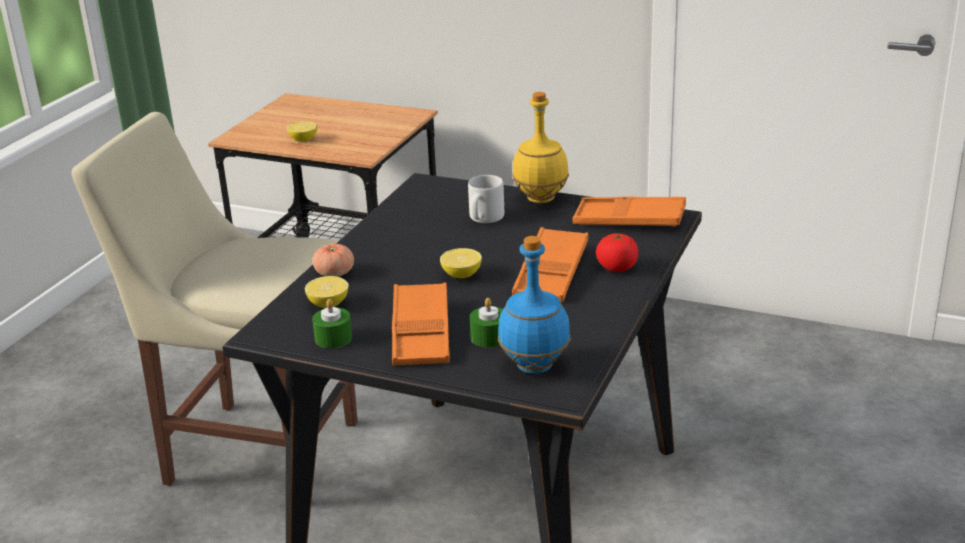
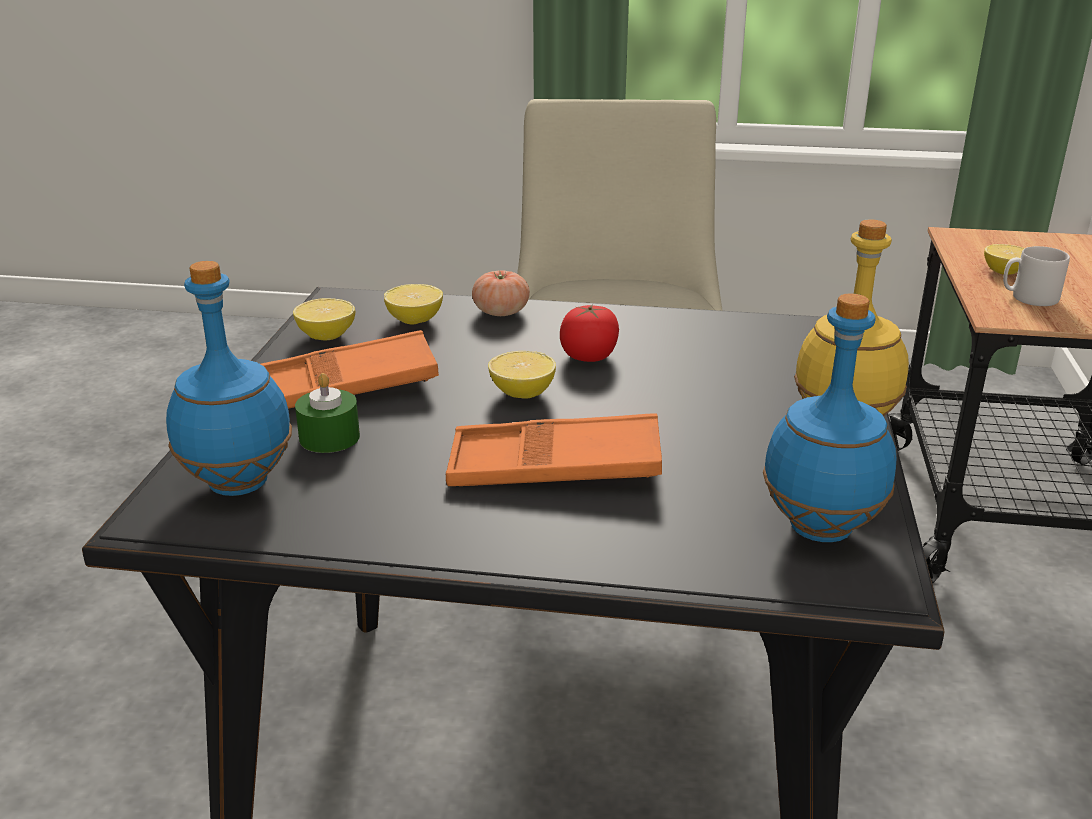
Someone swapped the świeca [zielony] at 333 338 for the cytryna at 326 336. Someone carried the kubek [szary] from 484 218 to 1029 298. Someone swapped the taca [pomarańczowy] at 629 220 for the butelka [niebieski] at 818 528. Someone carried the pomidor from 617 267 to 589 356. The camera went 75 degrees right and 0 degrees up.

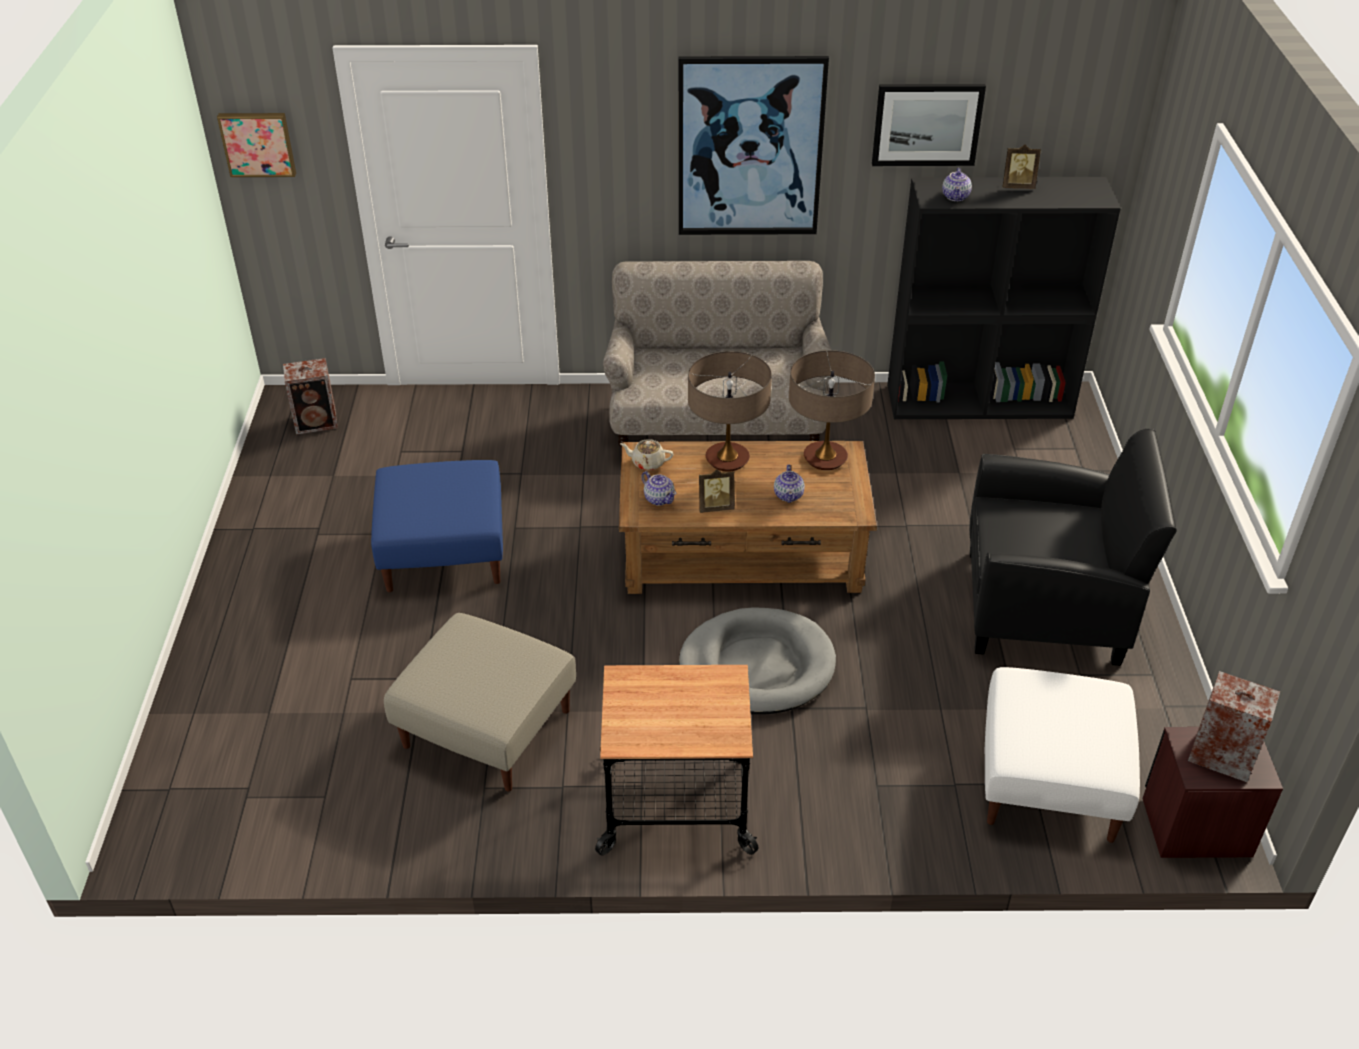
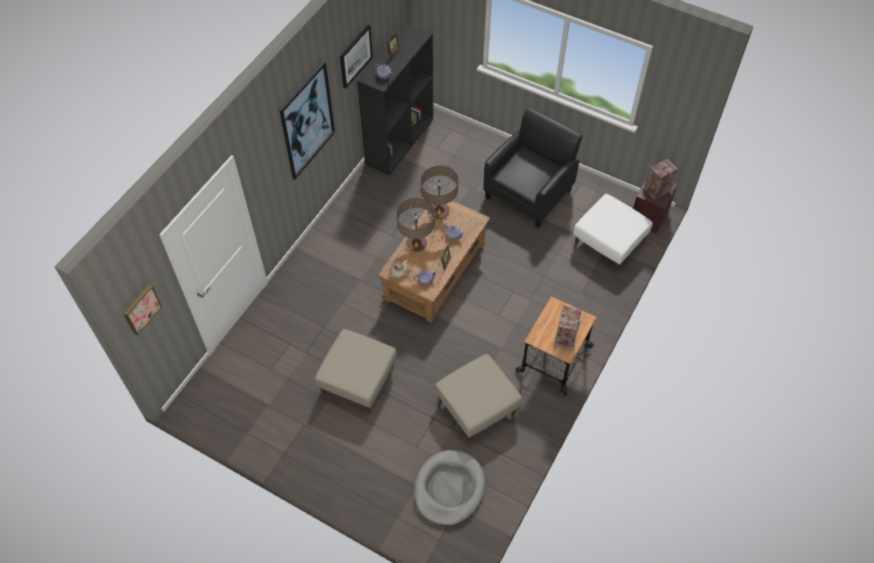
Someone carried the głośnik from 317 422 to 565 336. Someone repainted the pufa [niebieski] at 443 553, which became the pufa [beżowy] at 358 380. Someone took away the kanapa [beżowy] at 717 426. Someone carried the legowisko [szary] from 756 666 to 449 489. The camera went 60 degrees left and 15 degrees up.

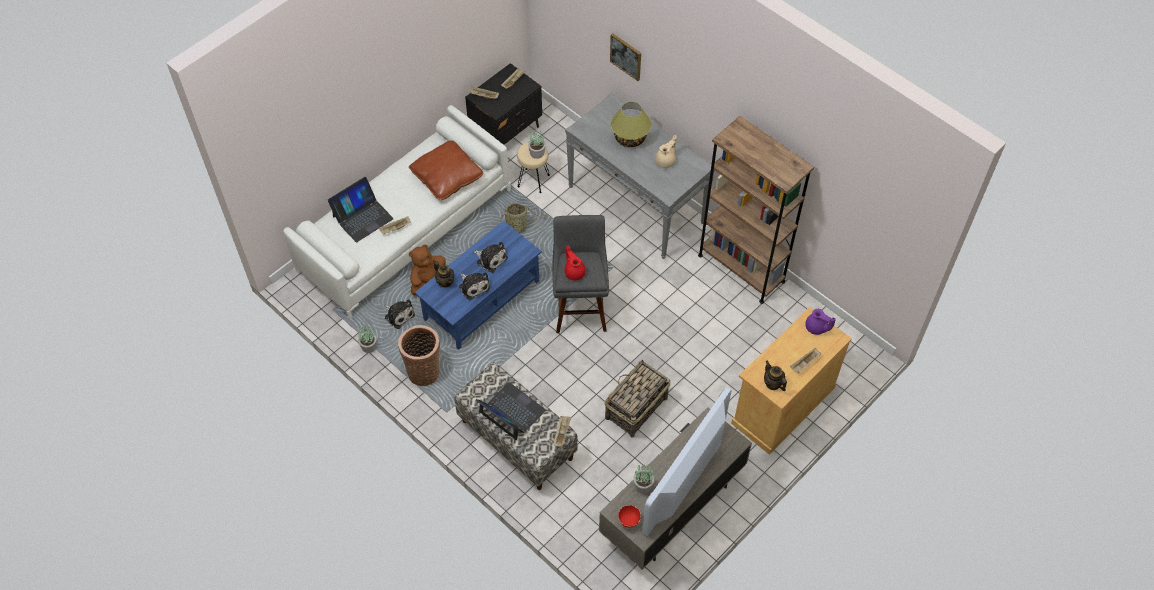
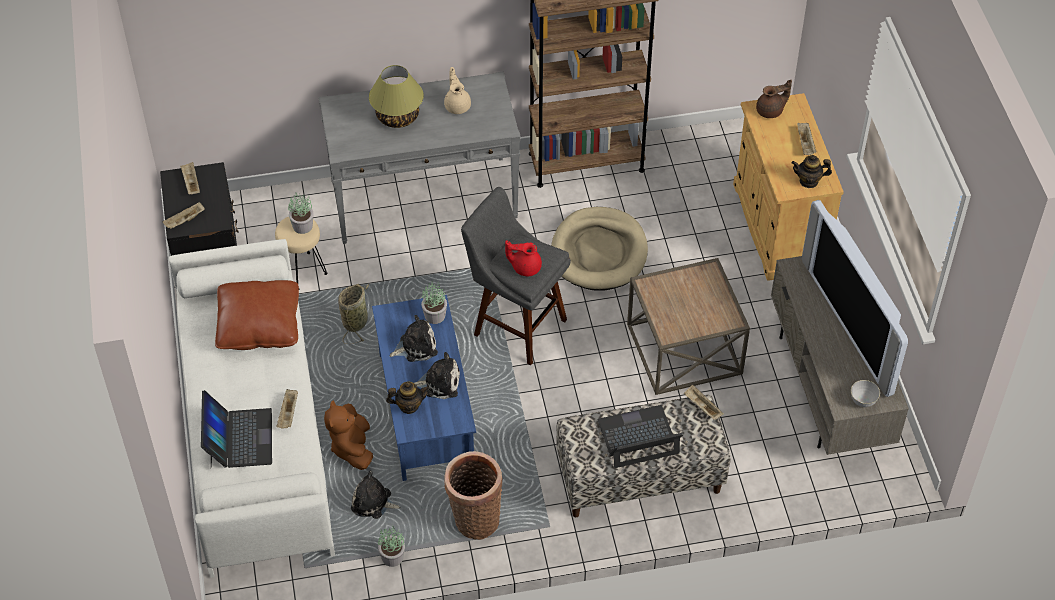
Someone rotated the pluszak at 398 315 by 150 degrees counterclockwise. Someone swapped the koszyk at 635 408 for the stolik [brązowy] at 685 349. Someone took away the obraz at 626 56. Someone repainted the miska [czerwony] at 629 520, which became the miska [szary] at 863 401. Someone carried the roślina doniczkowa from 643 485 to 434 315. Someone repainted the imbryk [fioletowy] at 816 328, which became the imbryk [brązowy] at 771 111. Someone put down the legowisko [beżowy] at 599 252. The camera went 55 degrees left and 5 degrees down.

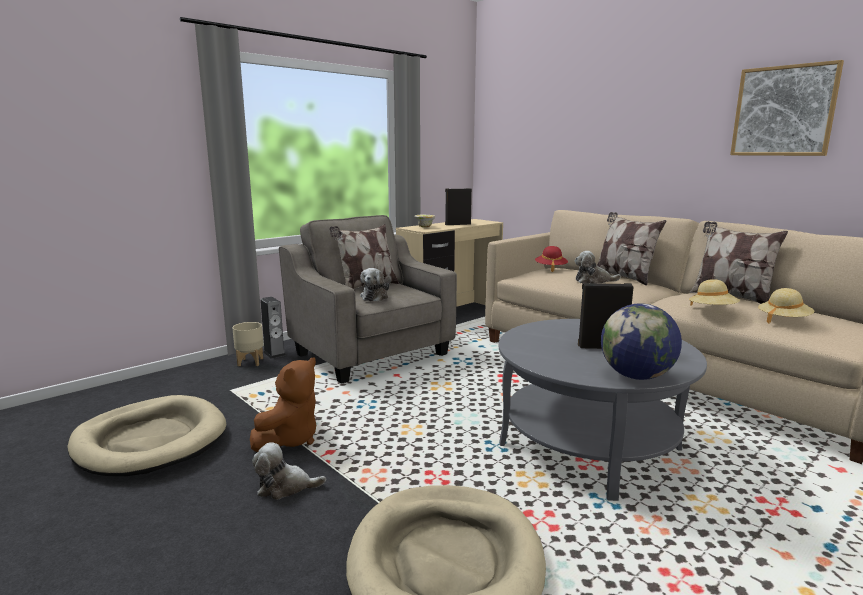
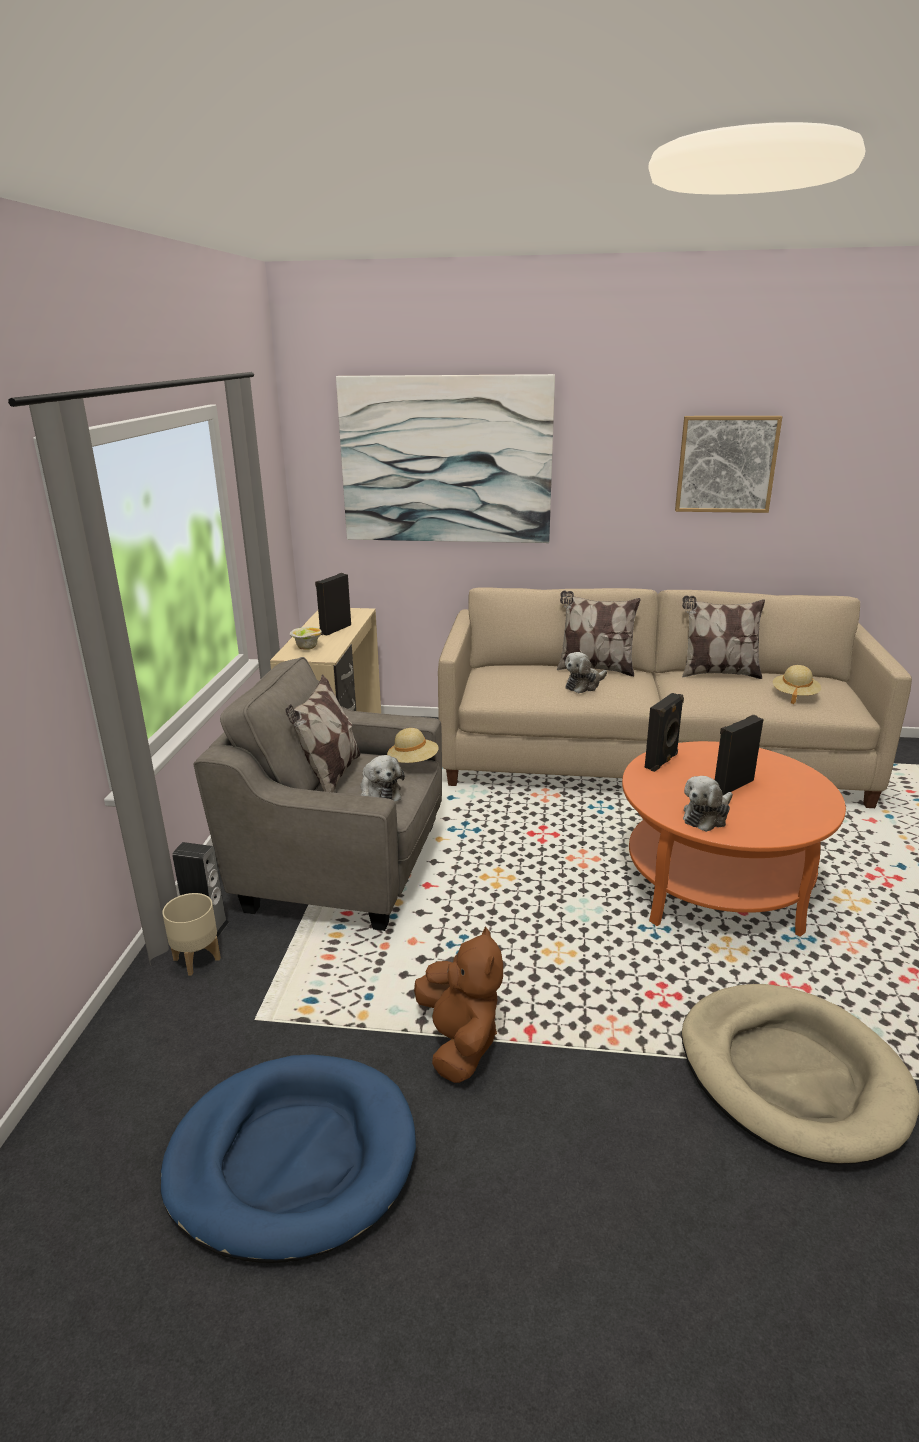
Someone repainted the legowisko [beżowy] at 150 440, which became the legowisko [niebieski] at 292 1158. Someone carried the pluszak from 285 487 to 707 816. Someone repainted the ława [szary] at 589 446, which became the ława [pomarańczowy] at 716 886. Someone took away the kapelusz [czerwony] at 550 268. Someone took away the globus at 636 376. Someone carried the kapelusz [beżowy] from 712 310 to 413 762. Someone put up the obraz at 446 460. Someone put down the głośnik [czarny] at 662 761. The camera went 40 degrees left and 10 degrees up.

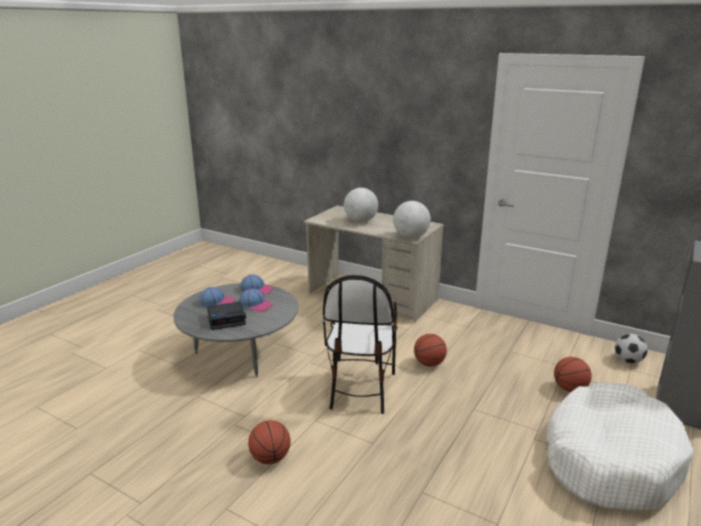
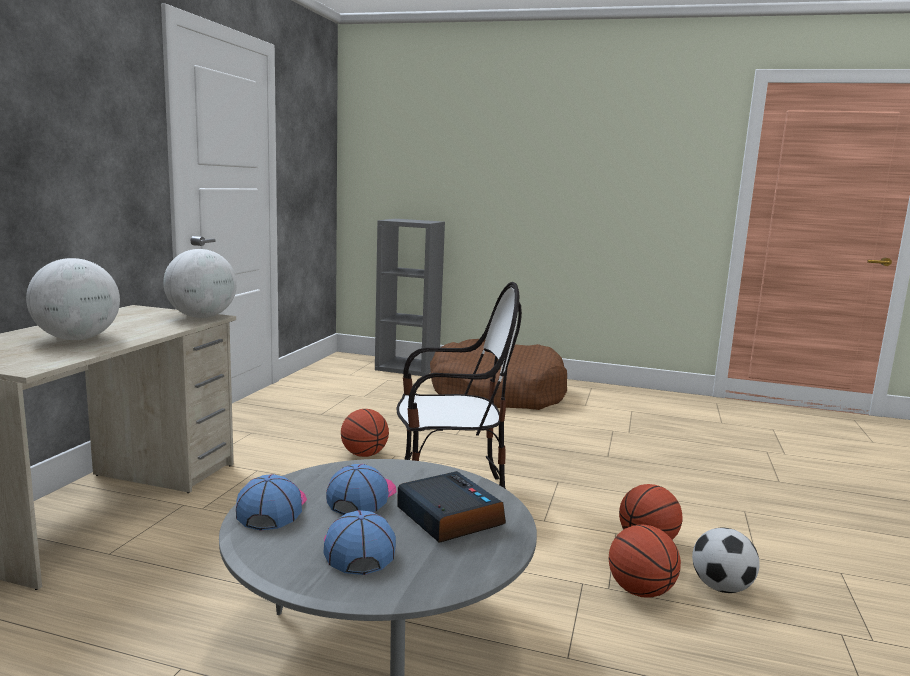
Someone repainted the legowisko [biały] at 610 459, which became the legowisko [brązowy] at 496 393. Someone carried the piłka do koszykówki from 569 389 to 640 591. Someone carried the piłka futbolowa from 628 361 to 721 587. The camera went 105 degrees left and 10 degrees down.

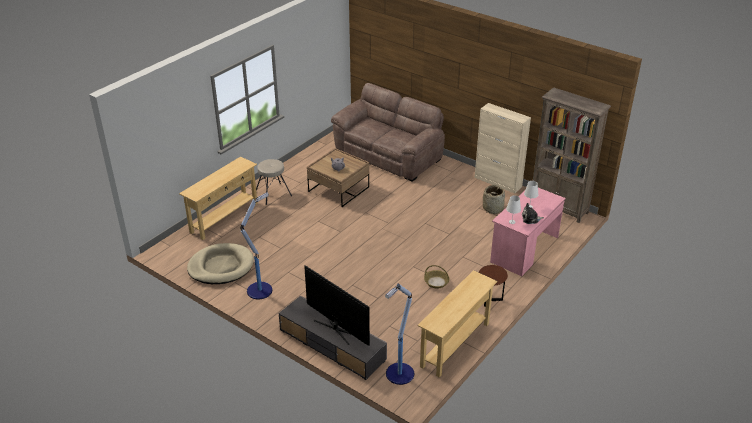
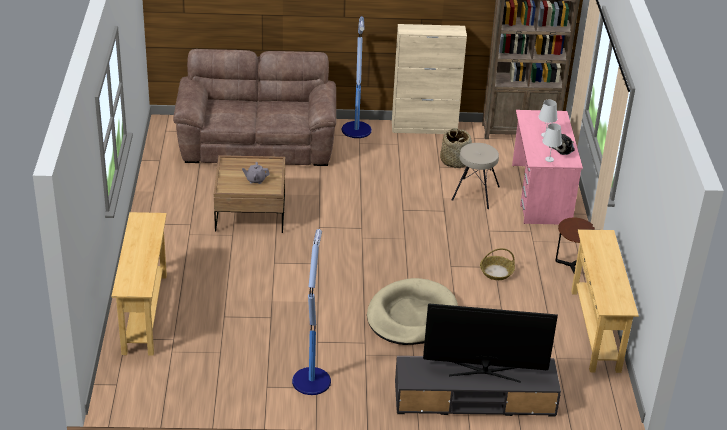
Someone carried the legowisko [beżowy] from 221 266 to 411 316. Someone carried the stołek [beżowy] from 273 193 to 475 193. Someone carried the lampa stojąca from 399 374 to 356 130. The camera went 40 degrees left and 0 degrees up.

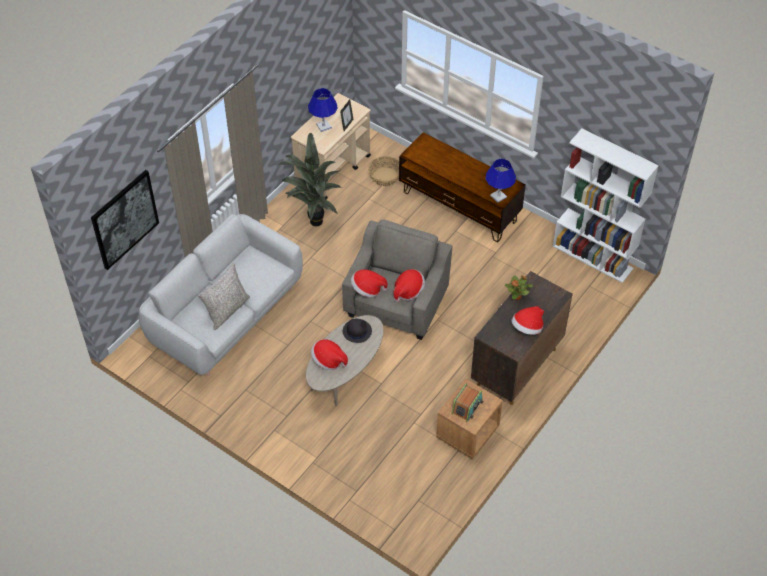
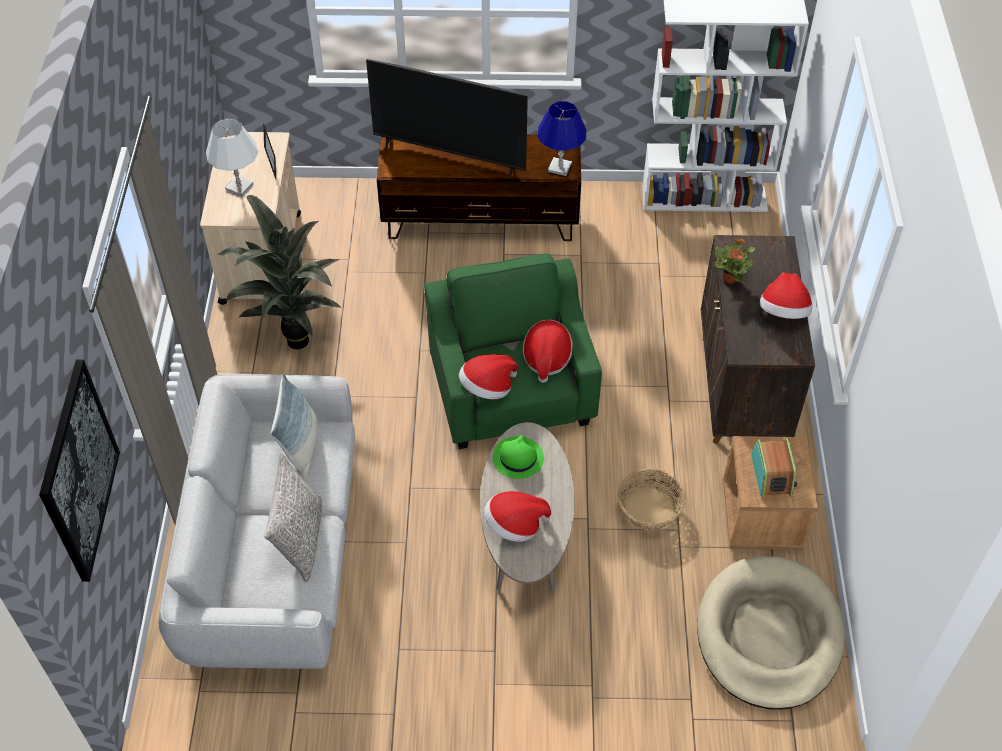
Someone repainted the lampa stołowa [niebieski] at 323 126, which became the lampa stołowa [biały] at 239 187. Someone repainted the fotel [szary] at 397 305, which became the fotel [zielony] at 512 395. Someone repainted the kapelusz [czarny] at 357 331, which became the kapelusz [zielony] at 517 458. Someone carried the koszyk from 385 176 to 649 509. Someone put down the poduszka at 301 446. Someone put down the telewizor at 450 157. Someone put down the legowisko [beżowy] at 769 635. The camera went 35 degrees left and 0 degrees up.

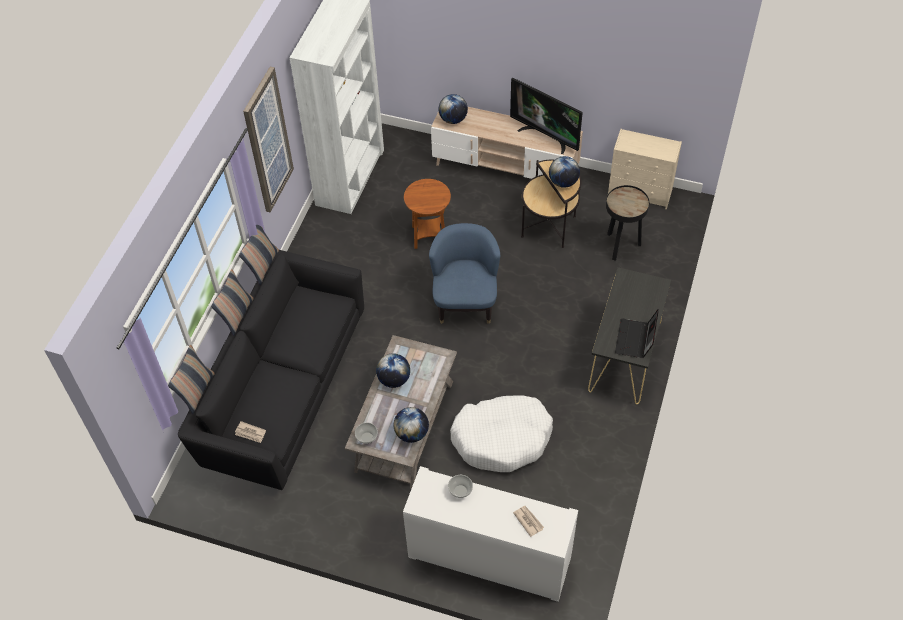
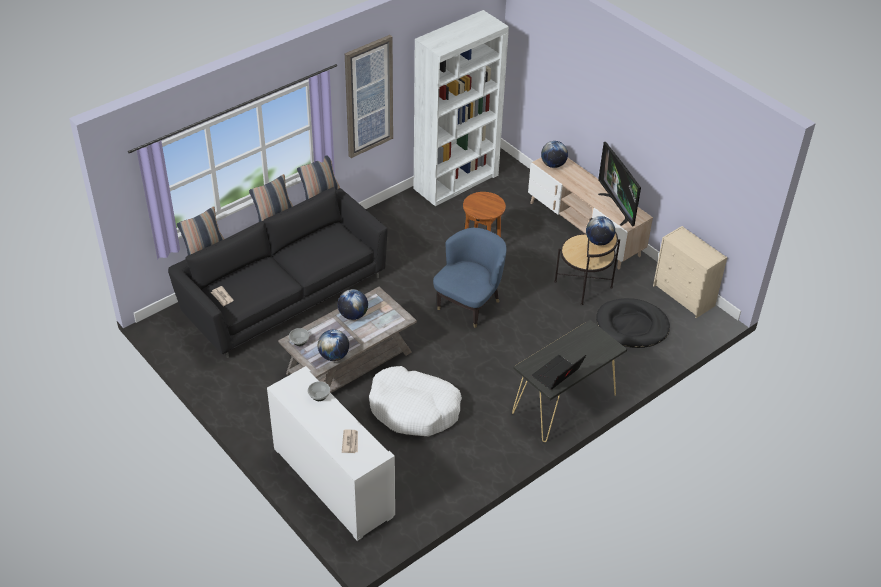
Someone swapped the stolik [czarny] at 621 246 for the legowisko [czarny] at 632 326. The camera went 30 degrees right and 10 degrees down.

